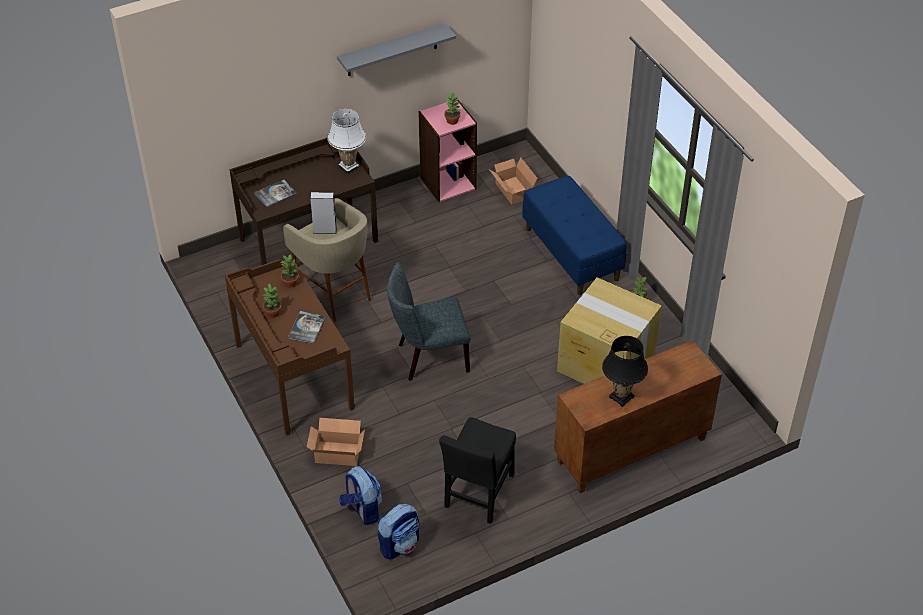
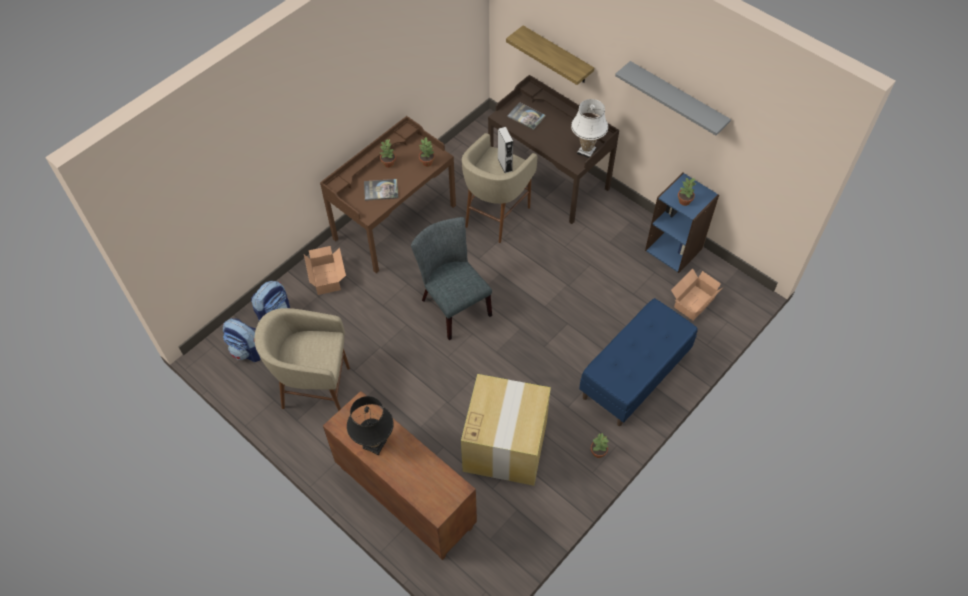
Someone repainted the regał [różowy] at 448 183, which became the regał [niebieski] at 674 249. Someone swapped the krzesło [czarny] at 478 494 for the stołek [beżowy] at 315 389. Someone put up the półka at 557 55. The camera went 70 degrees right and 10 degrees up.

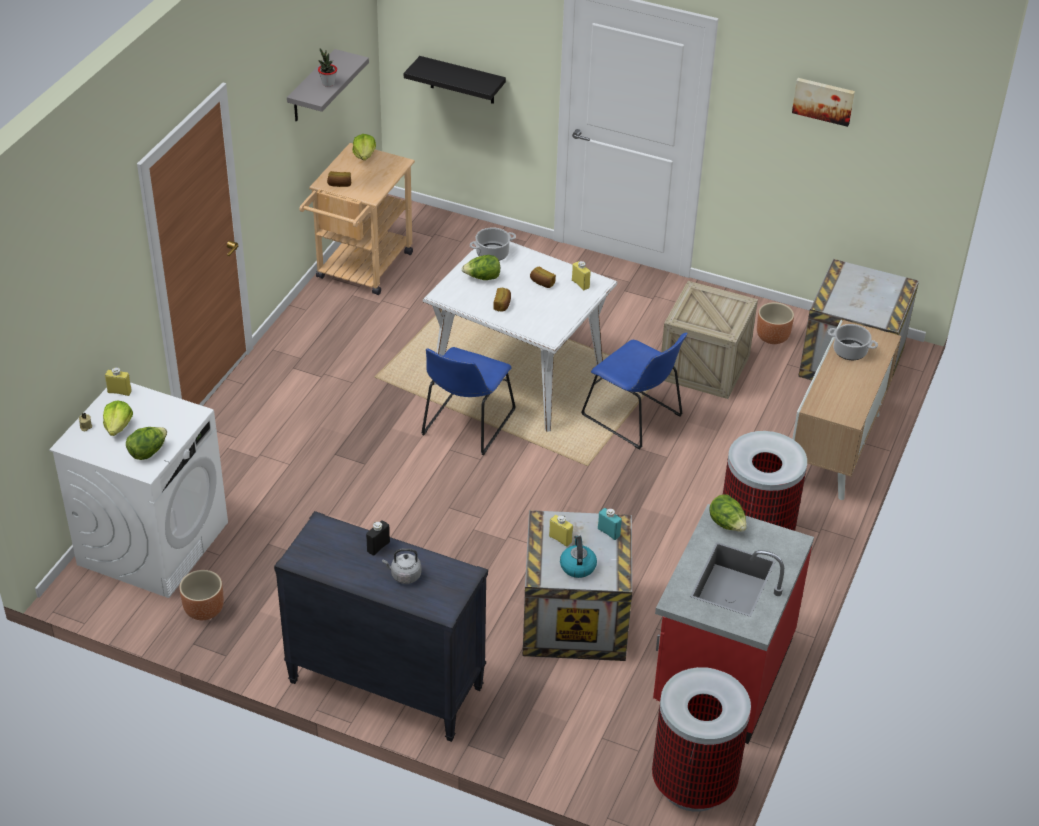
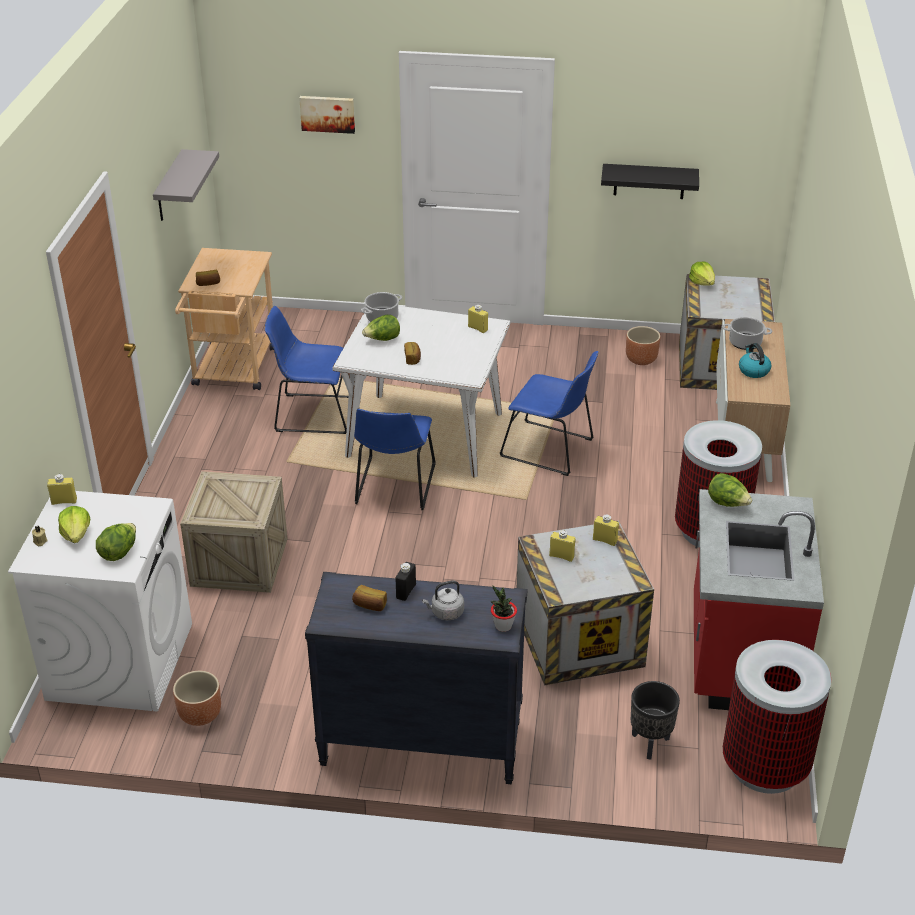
Someone carried the roślina doniczkowa from 328 83 to 503 626. Someone carried the sałata from 364 155 to 702 282. Someone carried the półka [czarny] from 462 80 to 649 181. Someone carried the chleb from 542 283 to 369 605. Someone carried the czajnik from 577 566 to 753 370. Someone repainted the butelka [turkusowy] at 608 532, which became the butelka [żółty] at 605 540. Someone carried the skrzynka from 704 367 to 239 562. Someone carried the obraz from 823 100 to 327 113. Someone put down the krzesło [niebieski] at 311 414. Someone put down the donica [czarny] at 649 744. The camera went 15 degrees left and 5 degrees down.

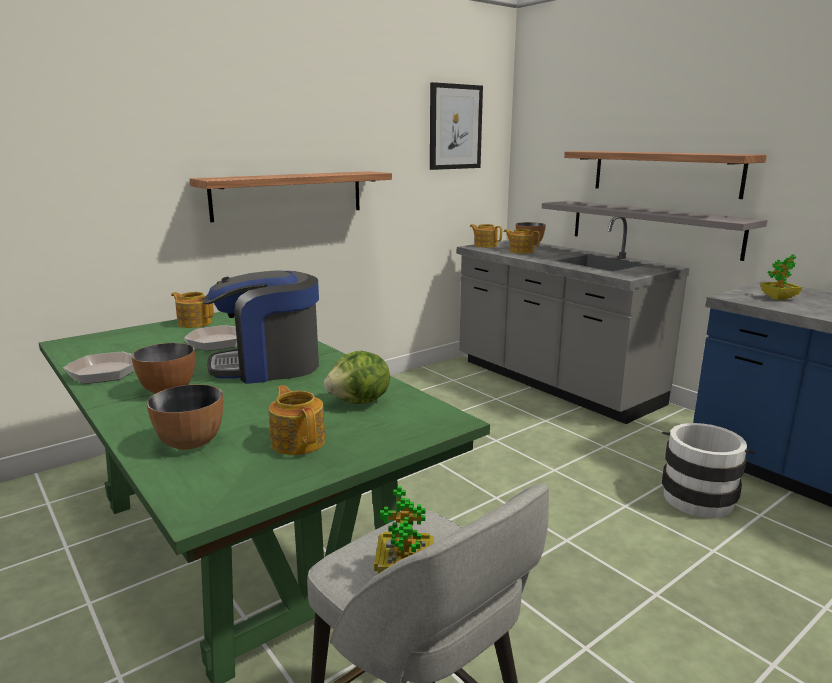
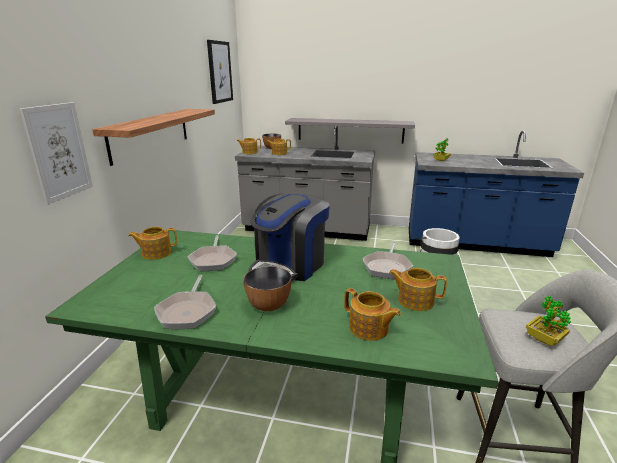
Someone swapped the miska at 191 442 for the imbryk at 369 329. Someone swapped the sałata at 360 402 for the patelnia at 387 267. Someone took away the półka at 664 173. Someone put up the obraz at 59 152. The camera went 40 degrees left and 5 degrees up.

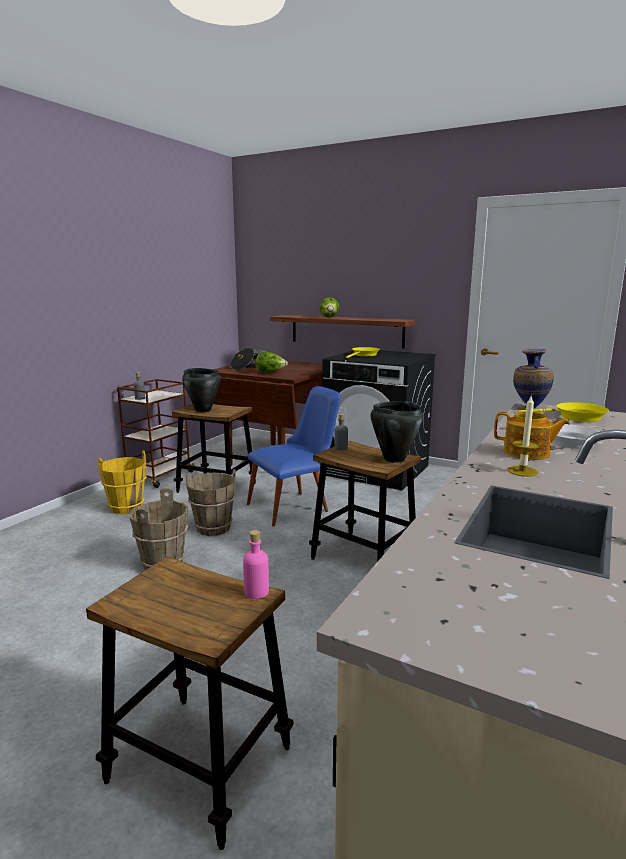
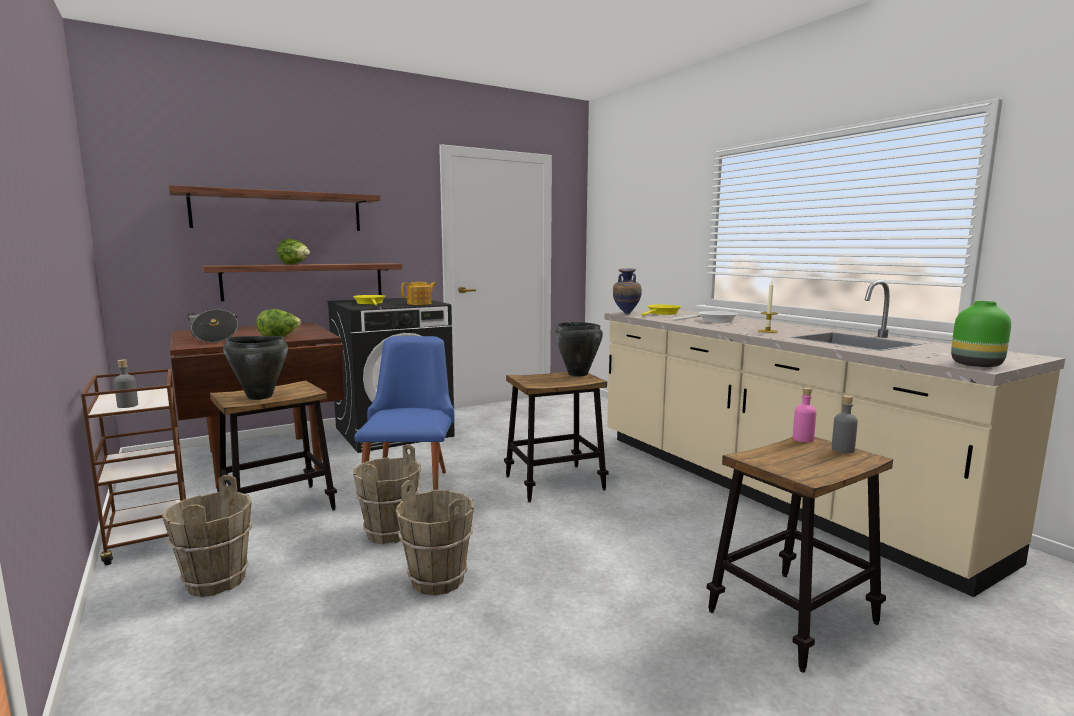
Someone repainted the wiadro [żółty] at 126 508, which became the wiadro [brązowy] at 215 581. Someone carried the butelka [szary] from 341 448 to 842 449. Someone carried the imbryk from 527 453 to 420 304. Someone put up the półka at 279 211. Someone put down the wazon [zielony] at 975 365. The camera went 60 degrees left and 5 degrees down.

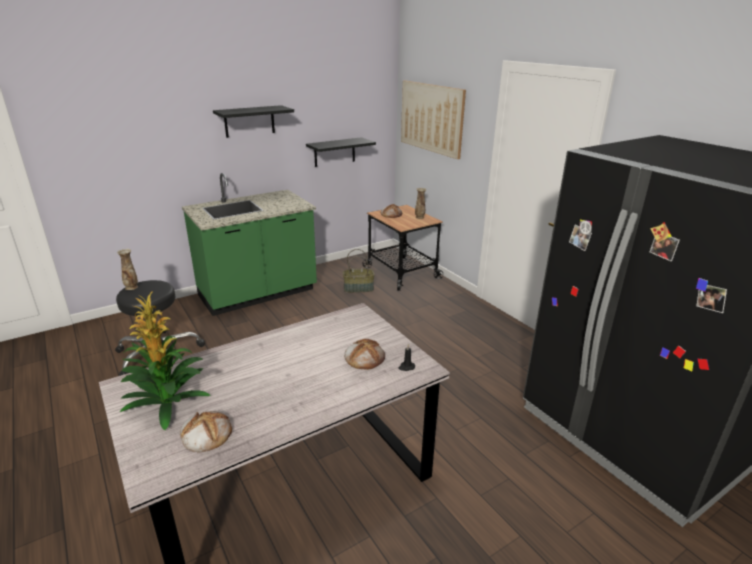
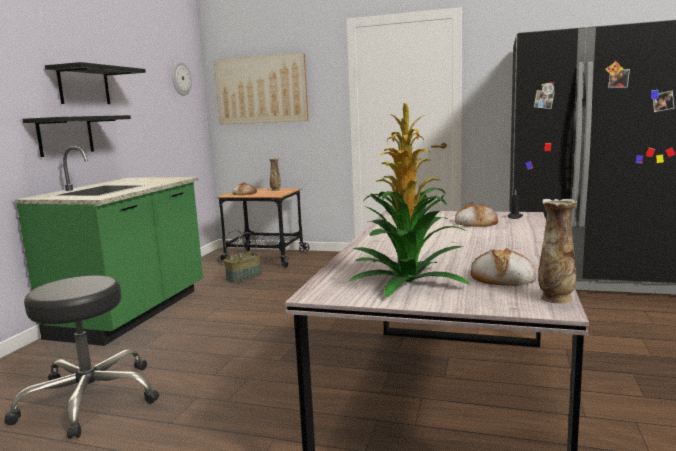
Someone carried the wazon from 132 287 to 555 298. Someone carried the półka [czarny] from 334 152 to 65 136. Someone put up the zegar ścienny at 181 78. The camera went 40 degrees left and 15 degrees down.

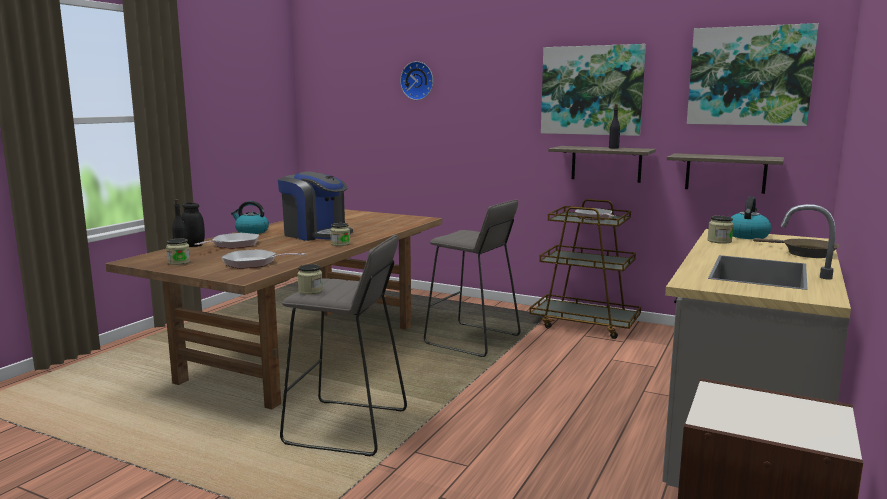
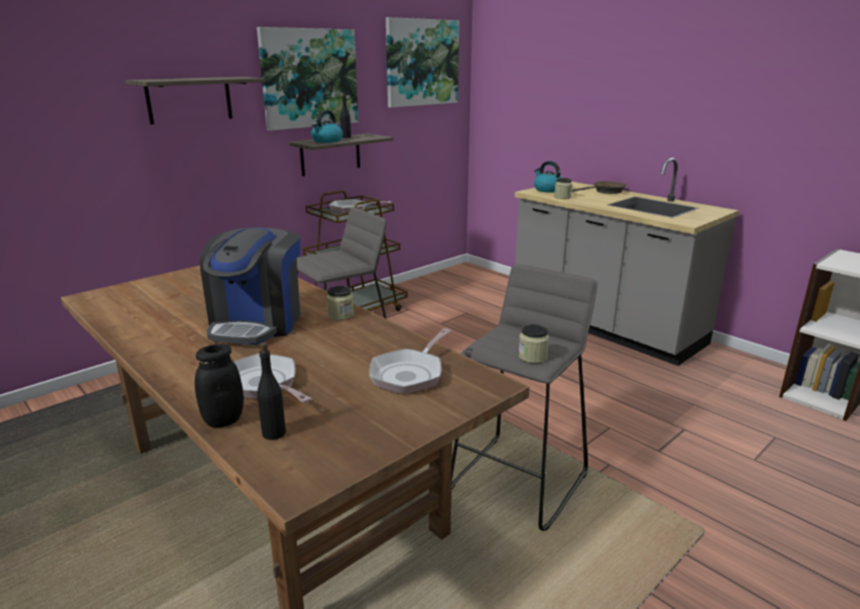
Someone took away the słoik at 179 262. Someone carried the czajnik from 251 232 to 327 141. Someone rotated the ekspres do kawy at 316 234 by 135 degrees clockwise. Someone took away the zegar ścienny at 418 80. Someone carried the półka from 725 173 to 189 100. The camera went 70 degrees left and 10 degrees up.

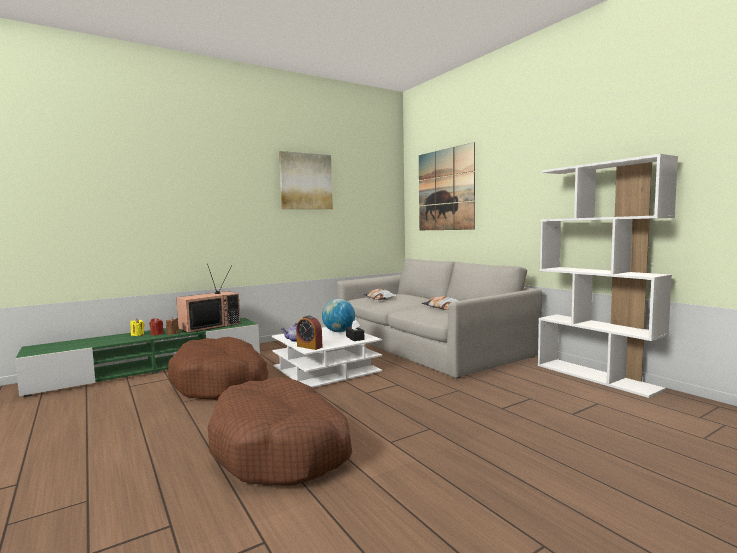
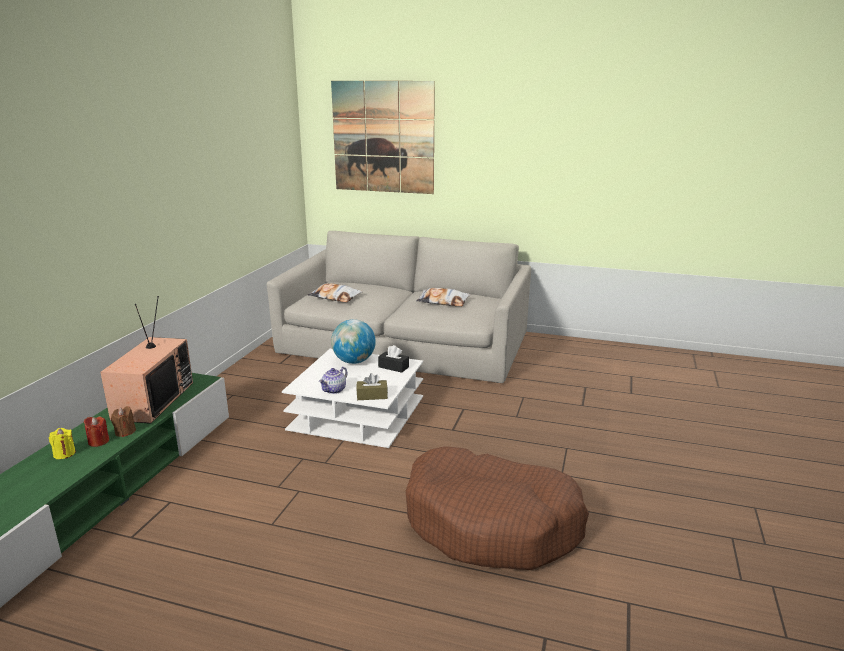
Someone took away the legowisko [brązowy] at 221 382. Someone took away the obraz at 306 181. Someone swapped the budzik at 309 346 for the pudełko chusteczek [brązowy] at 372 396. Someone took away the regał [biały] at 597 377. The camera went 40 degrees left and 15 degrees up.

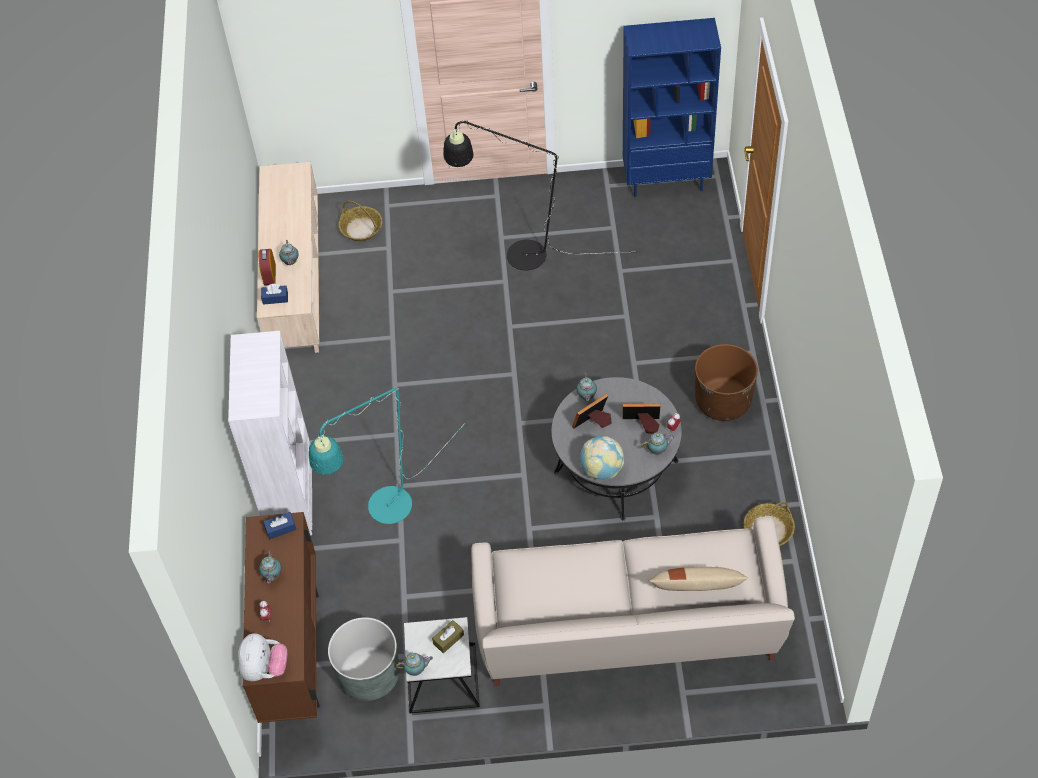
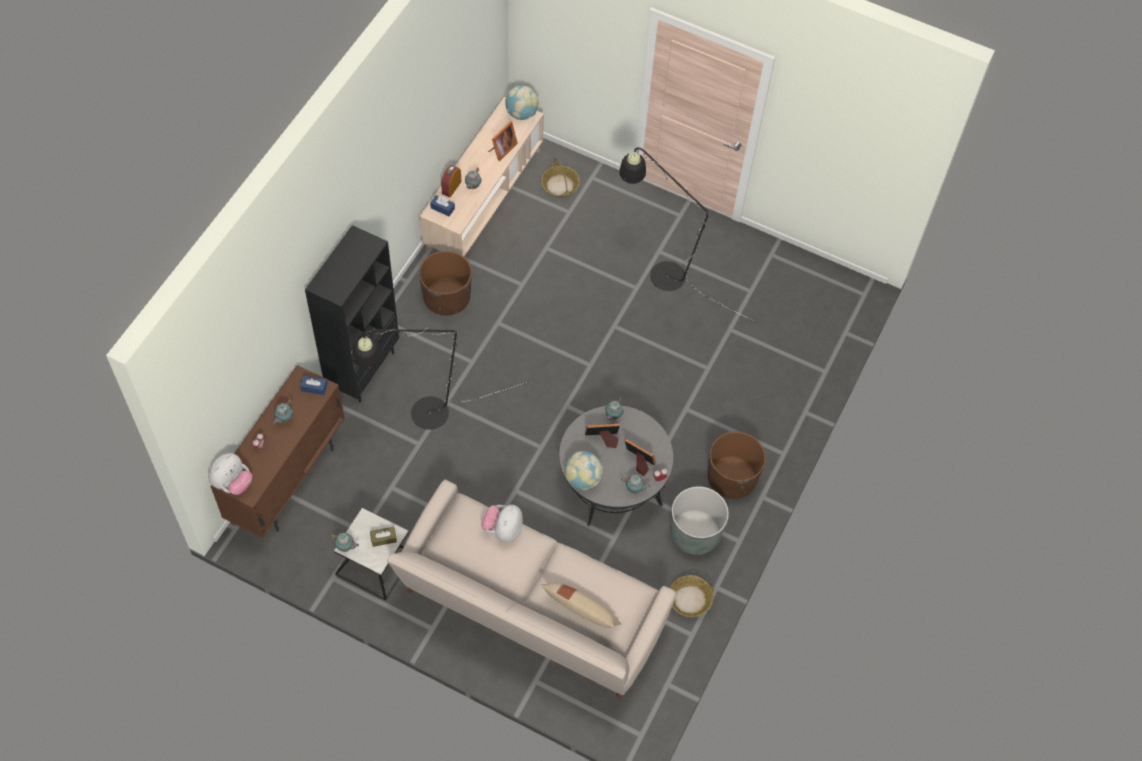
Someone repainted the regał [biały] at 292 502, which became the regał [czarny] at 363 370. Someone repainted the lampa stojąca [turkusowy] at 382 513, which became the lampa stojąca [czarny] at 420 416. Someone carried the donica [szary] from 369 675 to 694 533. Someone took away the regał [niebieski] at 666 180. Someone put down the donica [brązowy] at 447 298. Someone put down the pluszak at 503 530. Someone put down the ramka na zdjęcie at 502 149. Someone put down the globus at 522 114. The camera went 25 degrees right and 5 degrees up.

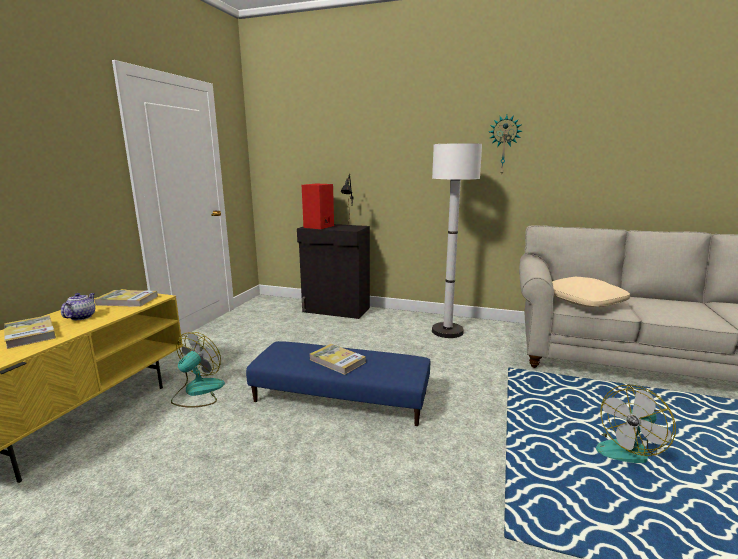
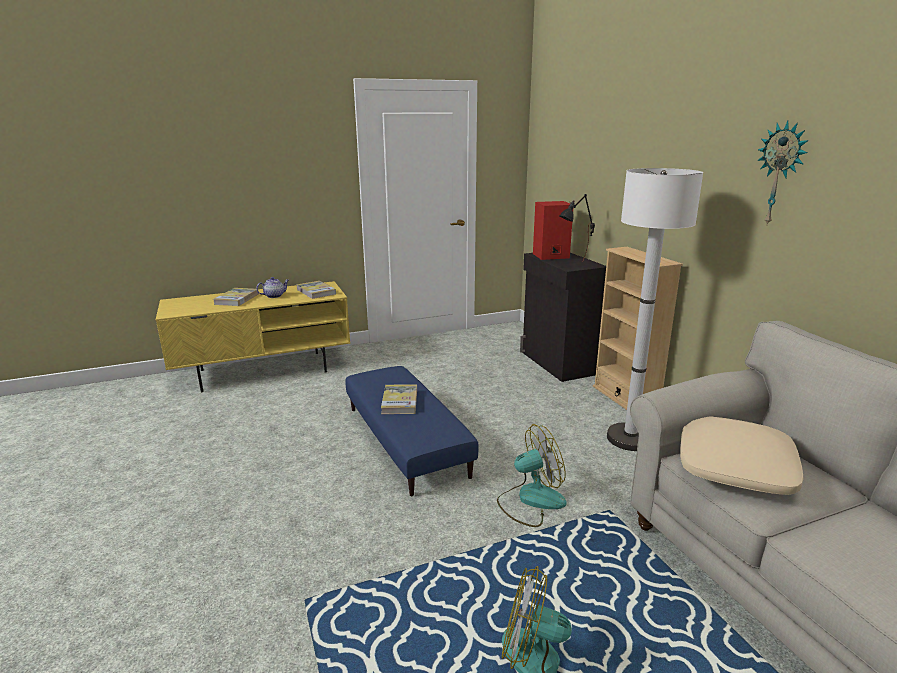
Someone carried the wentylator from 197 392 to 530 500. Someone put down the regał [beżowy] at 625 399. The camera went 50 degrees right and 5 degrees up.

